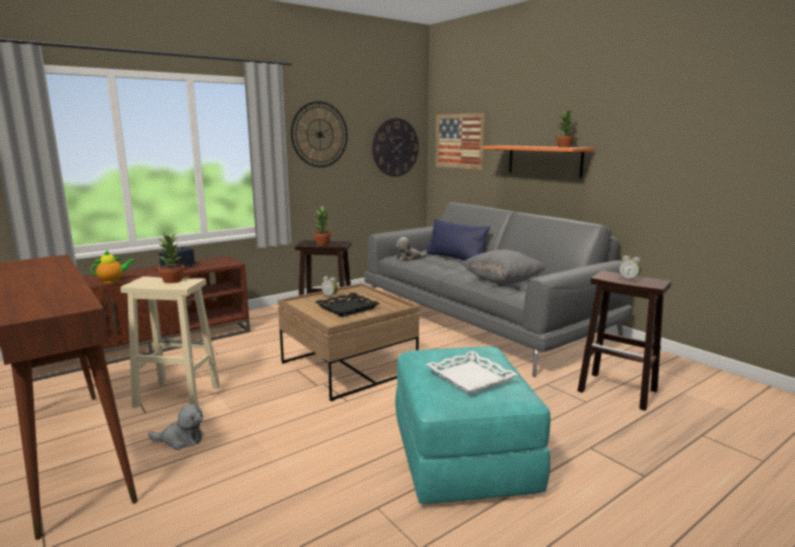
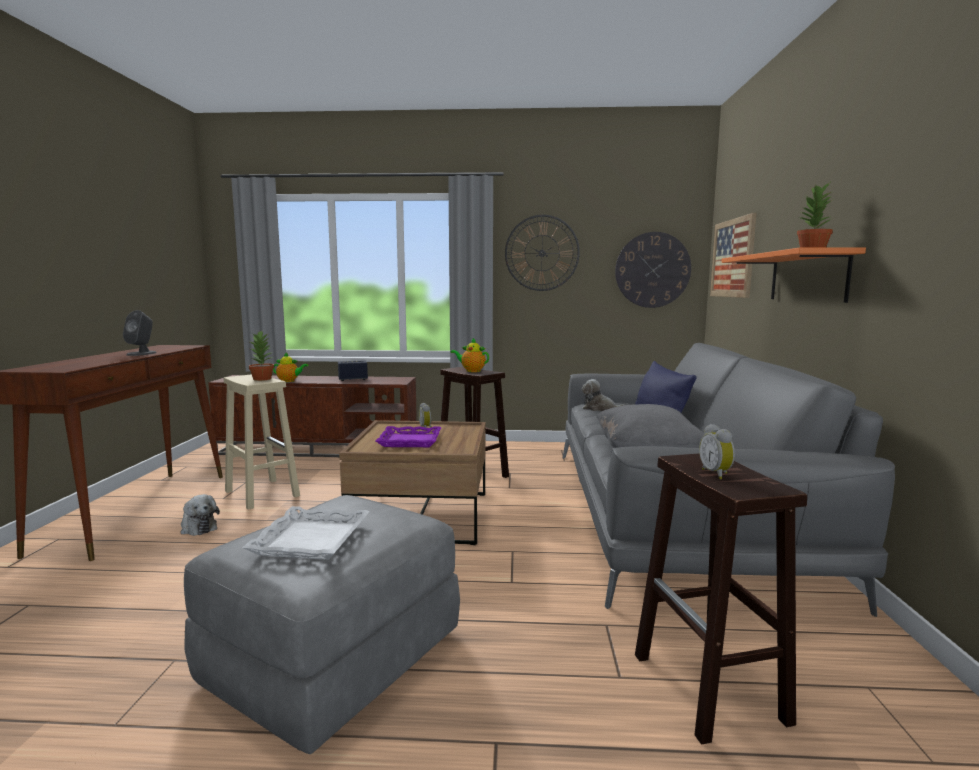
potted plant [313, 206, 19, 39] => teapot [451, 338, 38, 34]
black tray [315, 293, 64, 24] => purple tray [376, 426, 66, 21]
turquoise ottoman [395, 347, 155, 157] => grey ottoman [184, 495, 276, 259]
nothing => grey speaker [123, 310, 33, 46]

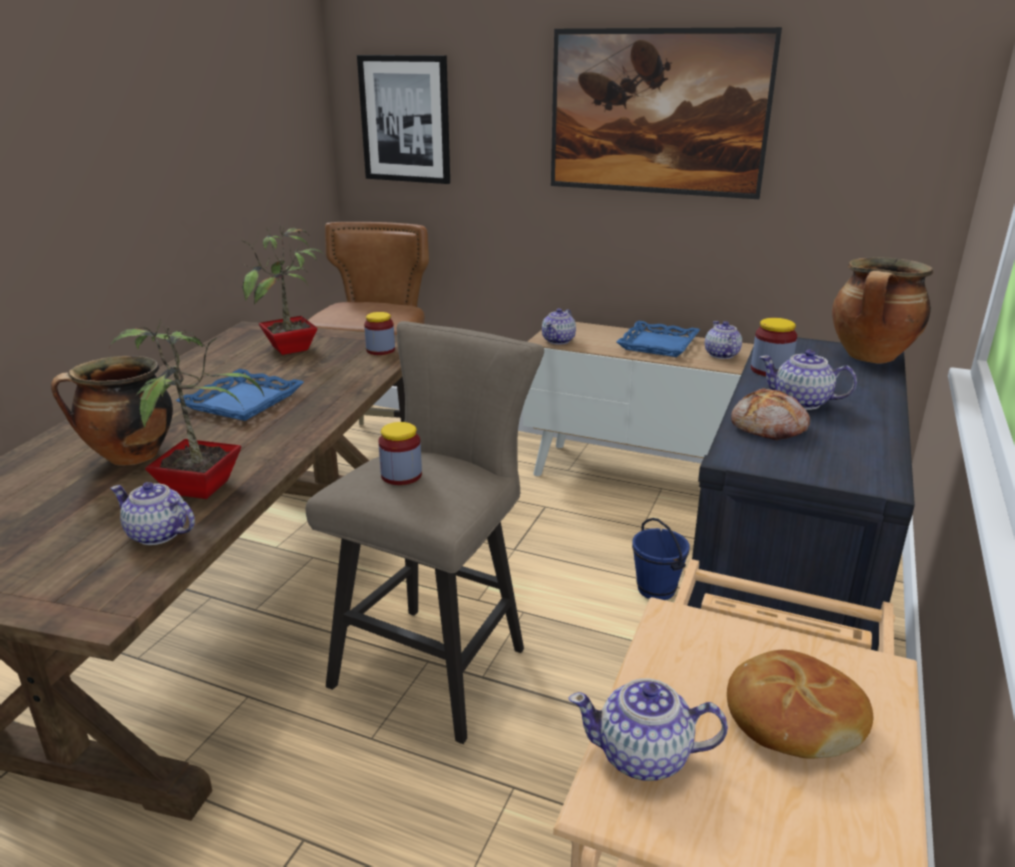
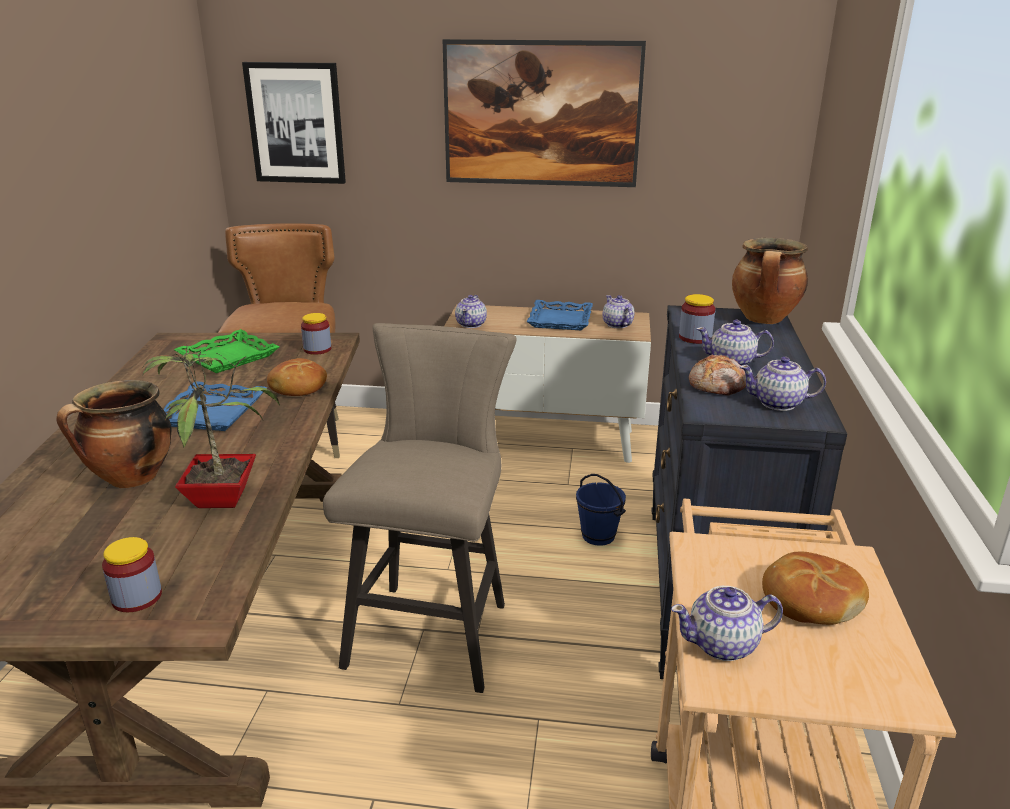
potted plant [241, 224, 84, 131] => green tray [174, 329, 106, 44]
jar [378, 422, 44, 63] => jar [102, 537, 60, 75], shifted
teapot [110, 482, 85, 63] => teapot [740, 357, 86, 54], shifted
nothing => bread [267, 358, 60, 38]

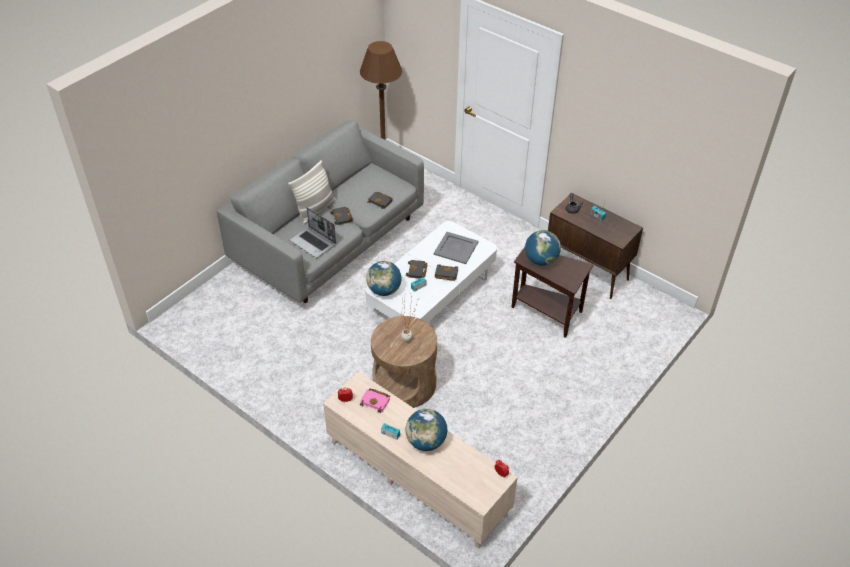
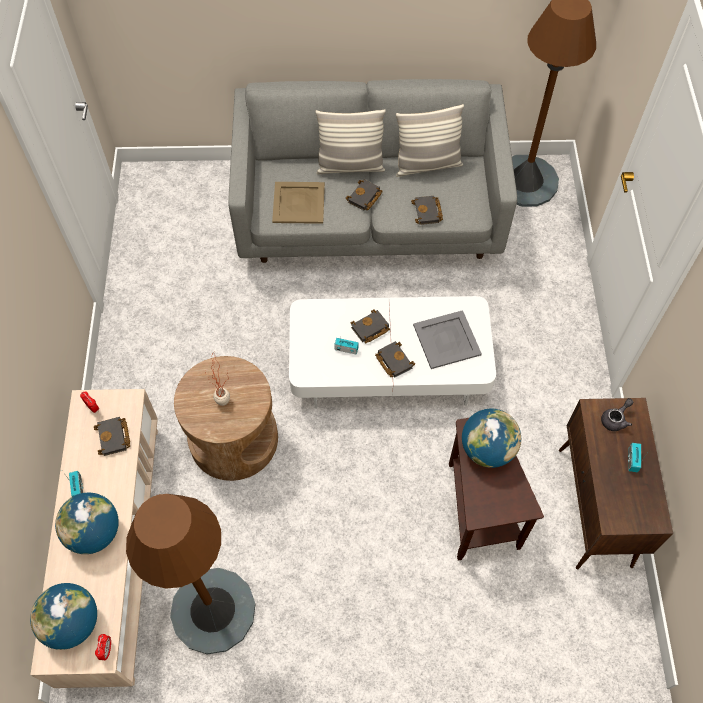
laptop [290, 207, 46, 51] => beige tray [272, 182, 53, 42]
globe [366, 261, 36, 35] => globe [30, 583, 67, 67], shifted
pink book [360, 388, 30, 25] => black book [94, 417, 36, 39]
nothing => pillow [396, 104, 68, 73]
nothing => brown floor lamp [126, 494, 129, 161]

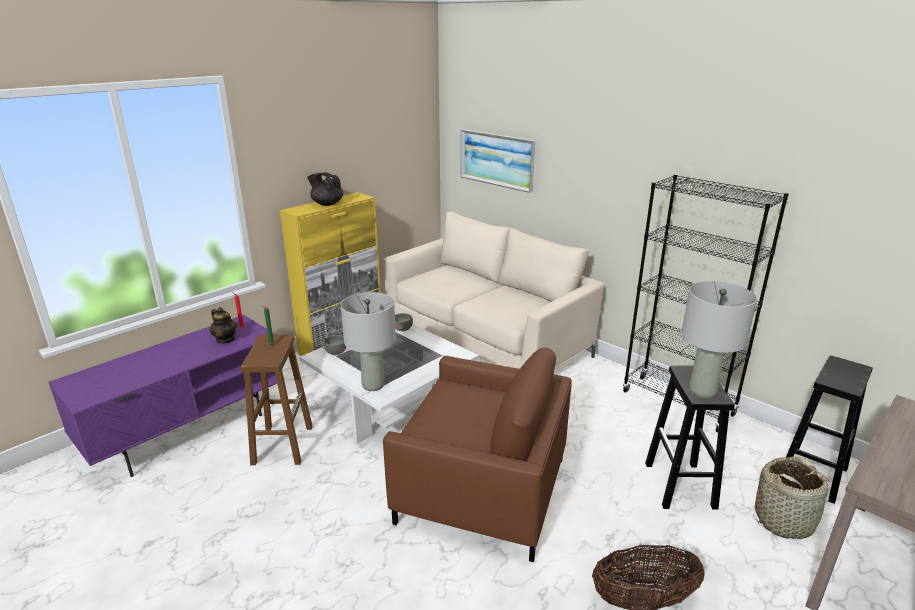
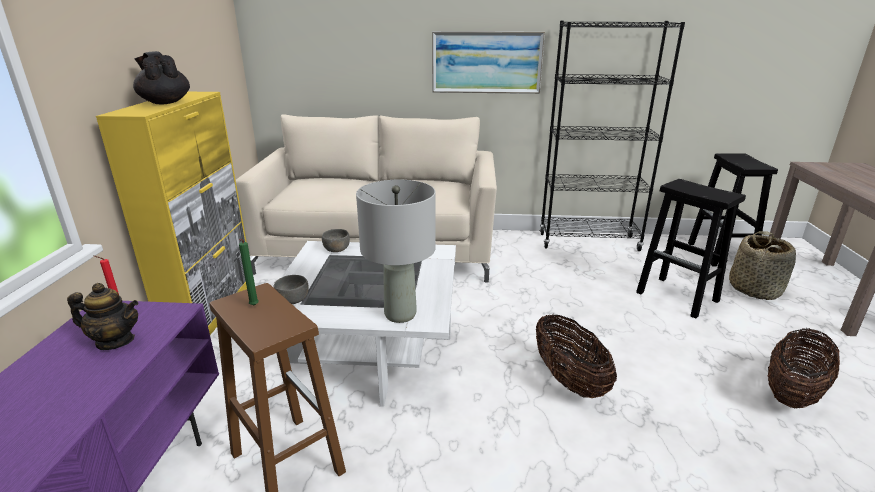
picture [461, 129, 74, 64] => picture [432, 31, 113, 63], shifted
black teapot [307, 172, 36, 34] => black teapot [133, 51, 57, 53], 60 degrees clockwise
grey table lamp [681, 281, 76, 117] => nothing
brown armchair [383, 347, 189, 215] => basket [536, 314, 81, 84]

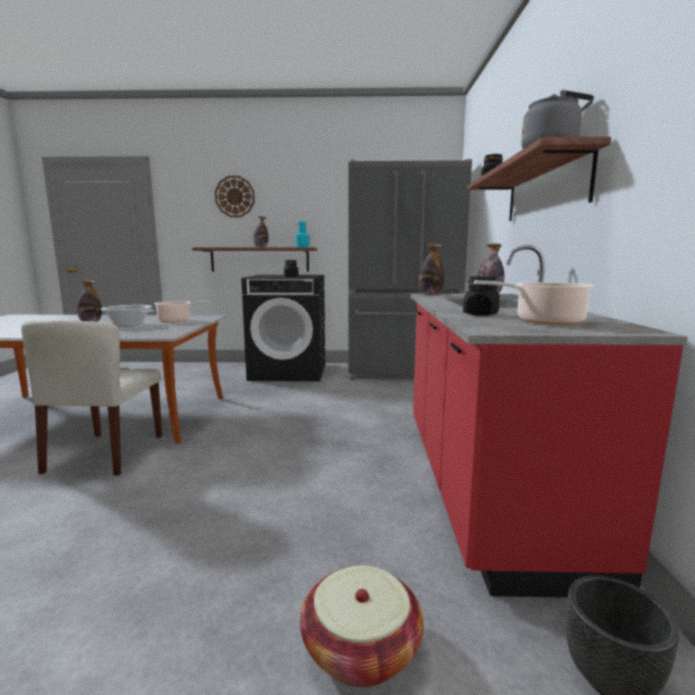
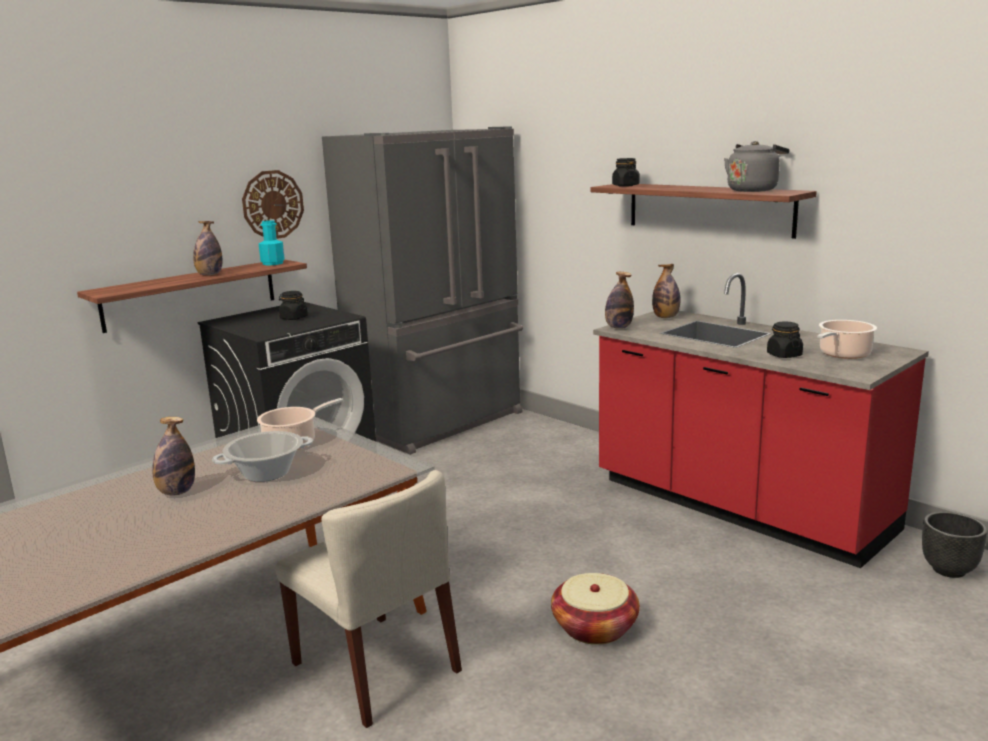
wall clock [215, 176, 40, 41] => wall clock [242, 170, 62, 69], shifted
basket [300, 565, 123, 122] => basket [551, 573, 89, 72], shifted

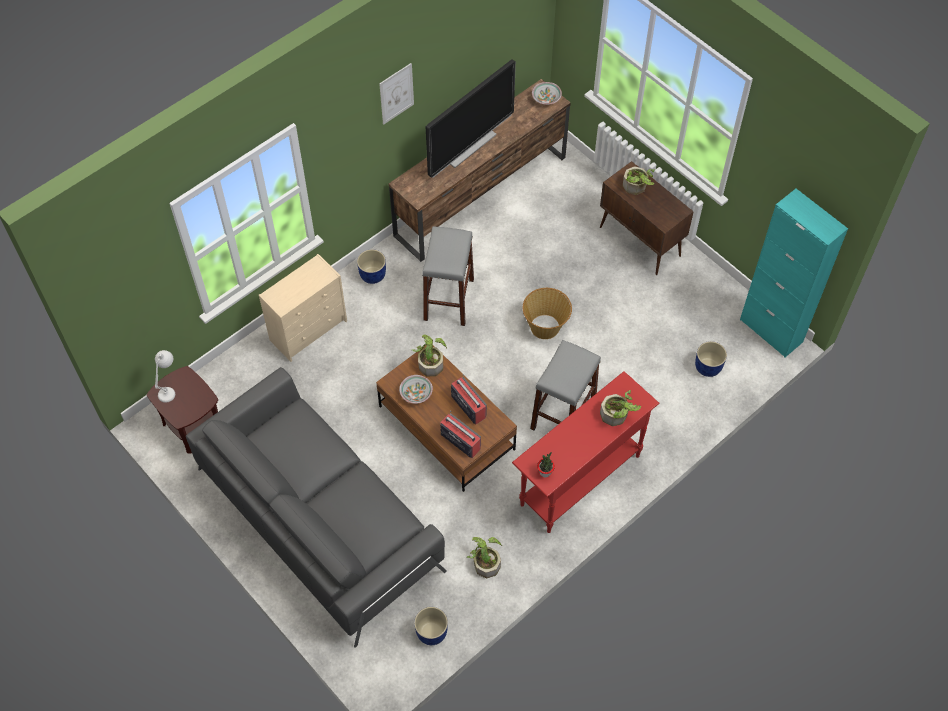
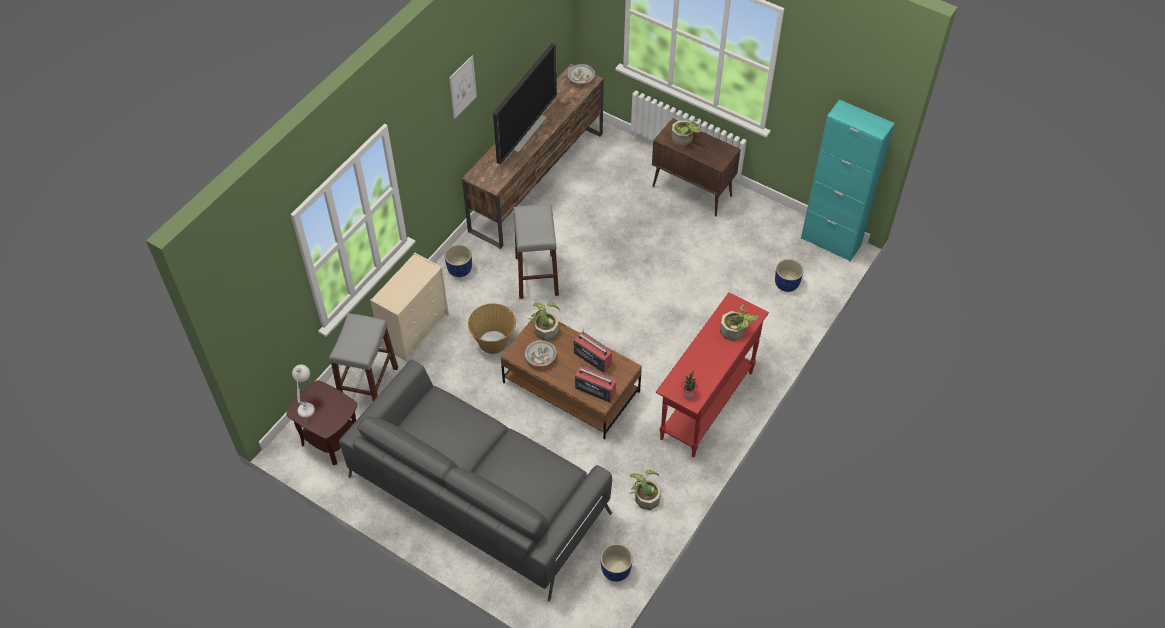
basket [523, 288, 49, 51] => basket [468, 304, 48, 50], shifted
grey stool [530, 340, 71, 90] => grey stool [329, 313, 69, 88], shifted

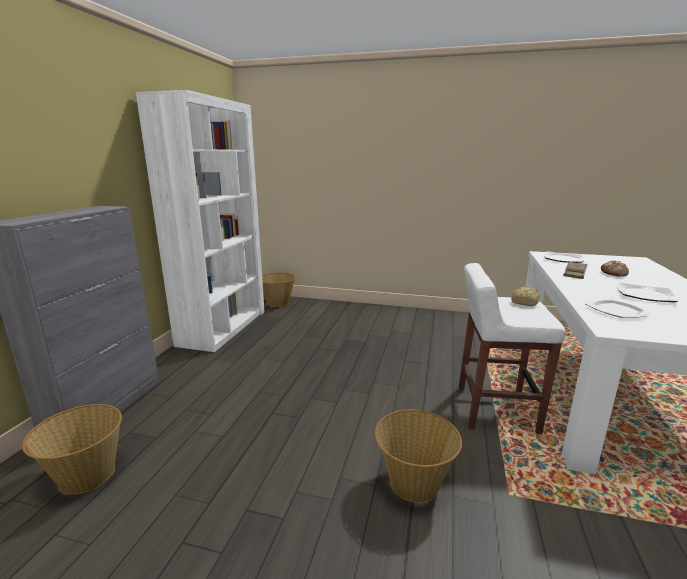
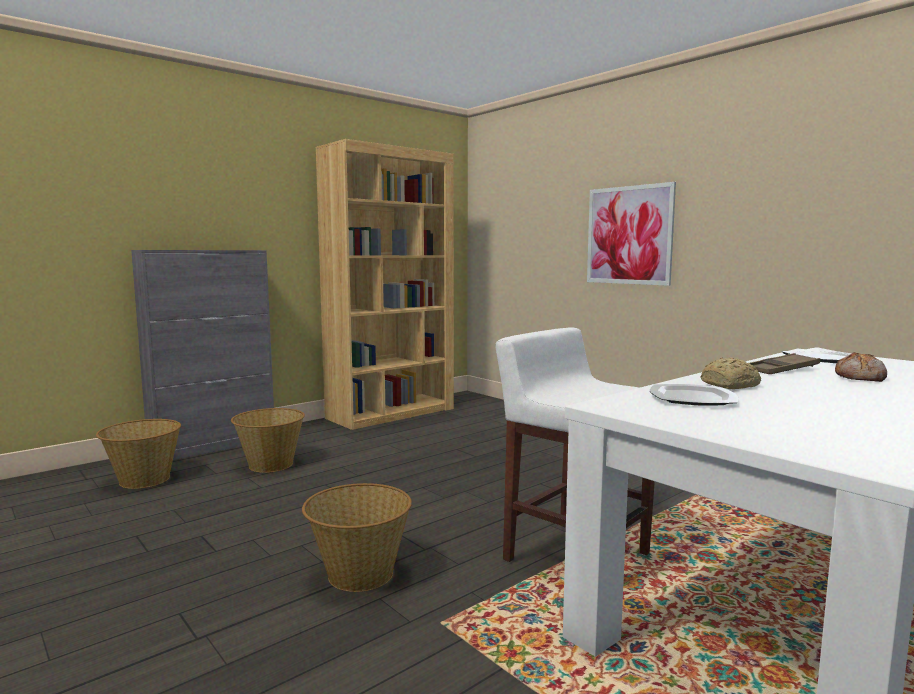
white bookcase [136, 90, 129, 262] => brown bookcase [316, 139, 138, 291]
basket [262, 273, 33, 34] => basket [231, 408, 74, 65], shifted
plate [618, 282, 60, 20] => nothing
bread [512, 286, 28, 20] => bread [701, 358, 60, 31], shifted
nothing => picture [587, 182, 89, 104]

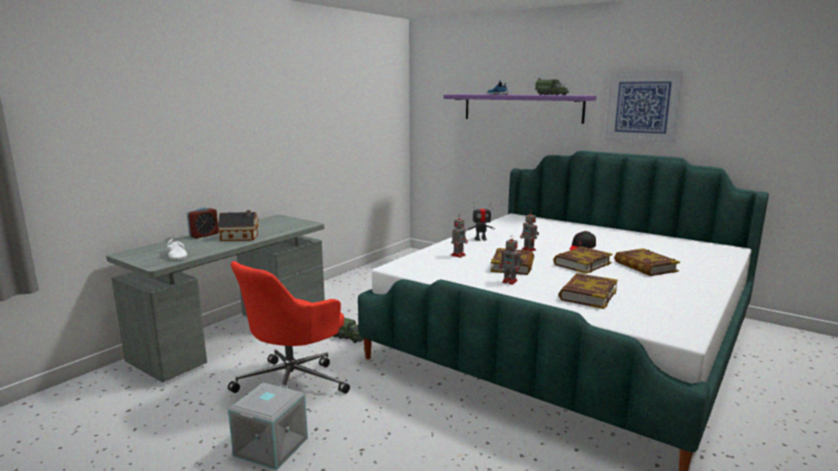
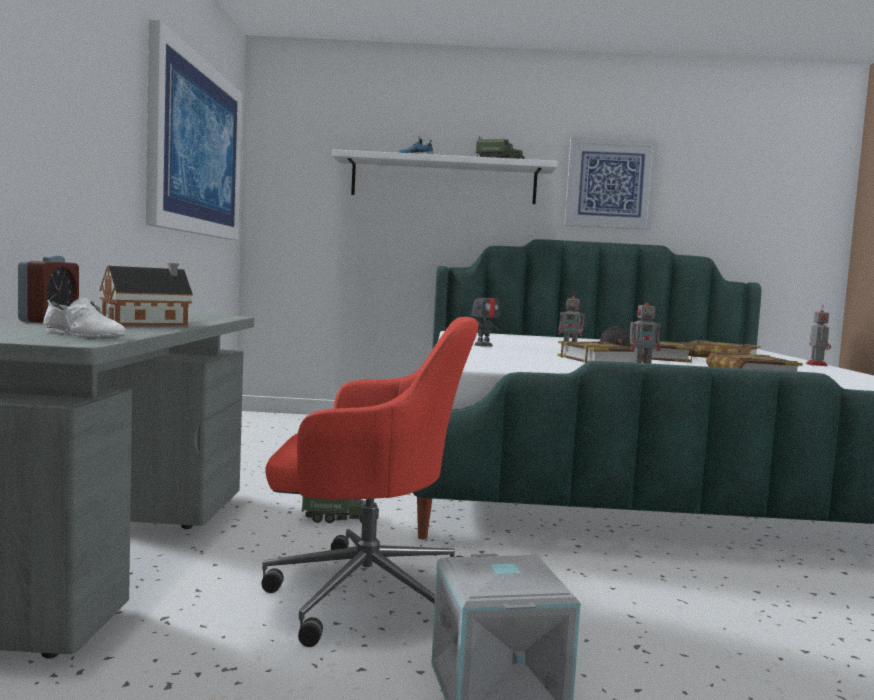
purple shelf [443, 94, 153, 30] => white shelf [332, 149, 226, 55]
toy robot [451, 214, 17, 44] => toy robot [806, 305, 25, 61], shifted
red office chair [228, 261, 122, 133] => red office chair [261, 317, 218, 330], 90 degrees counterclockwise
nothing => picture [146, 20, 96, 220]

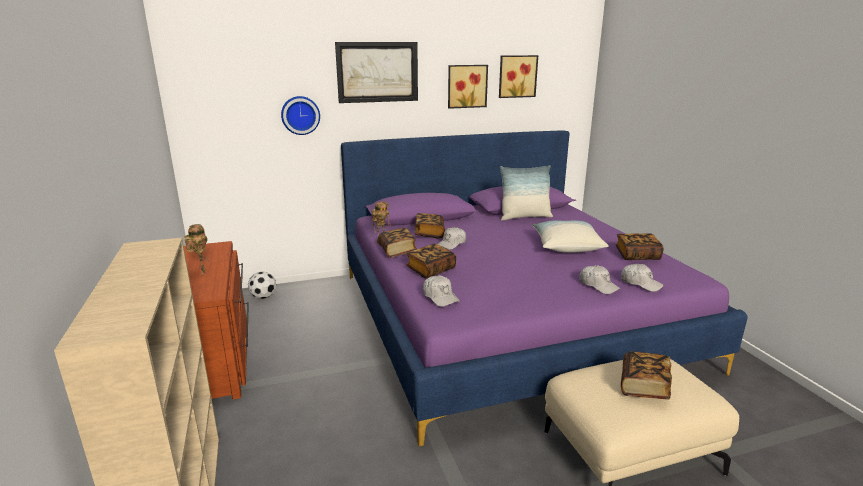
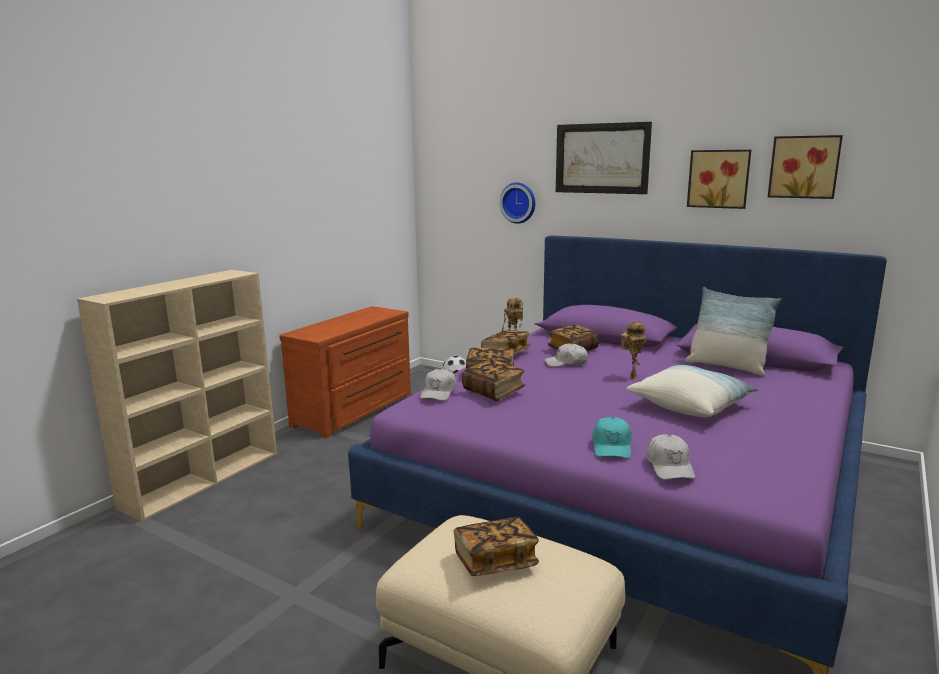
toy robot [184, 224, 24, 51] => toy robot [621, 322, 25, 57], shifted
book [615, 233, 49, 27] => book [462, 359, 63, 42], shifted
white cap [580, 265, 40, 29] => turquoise cap [592, 417, 40, 41]

